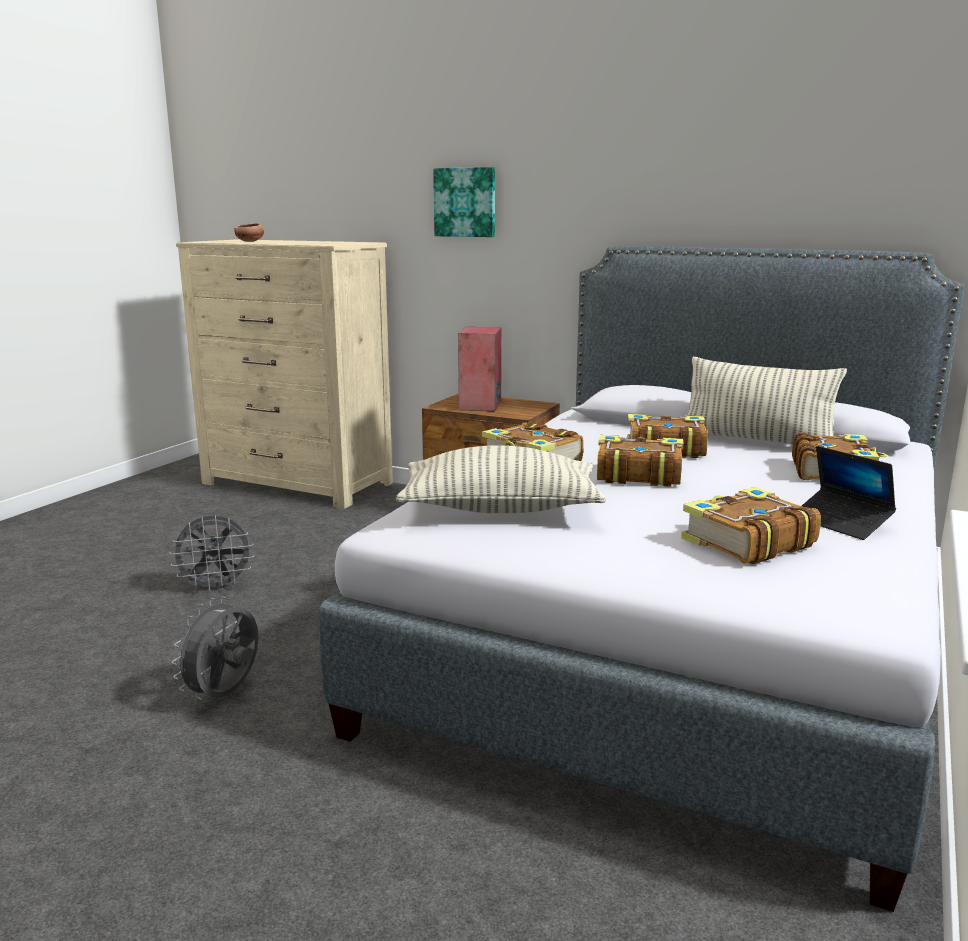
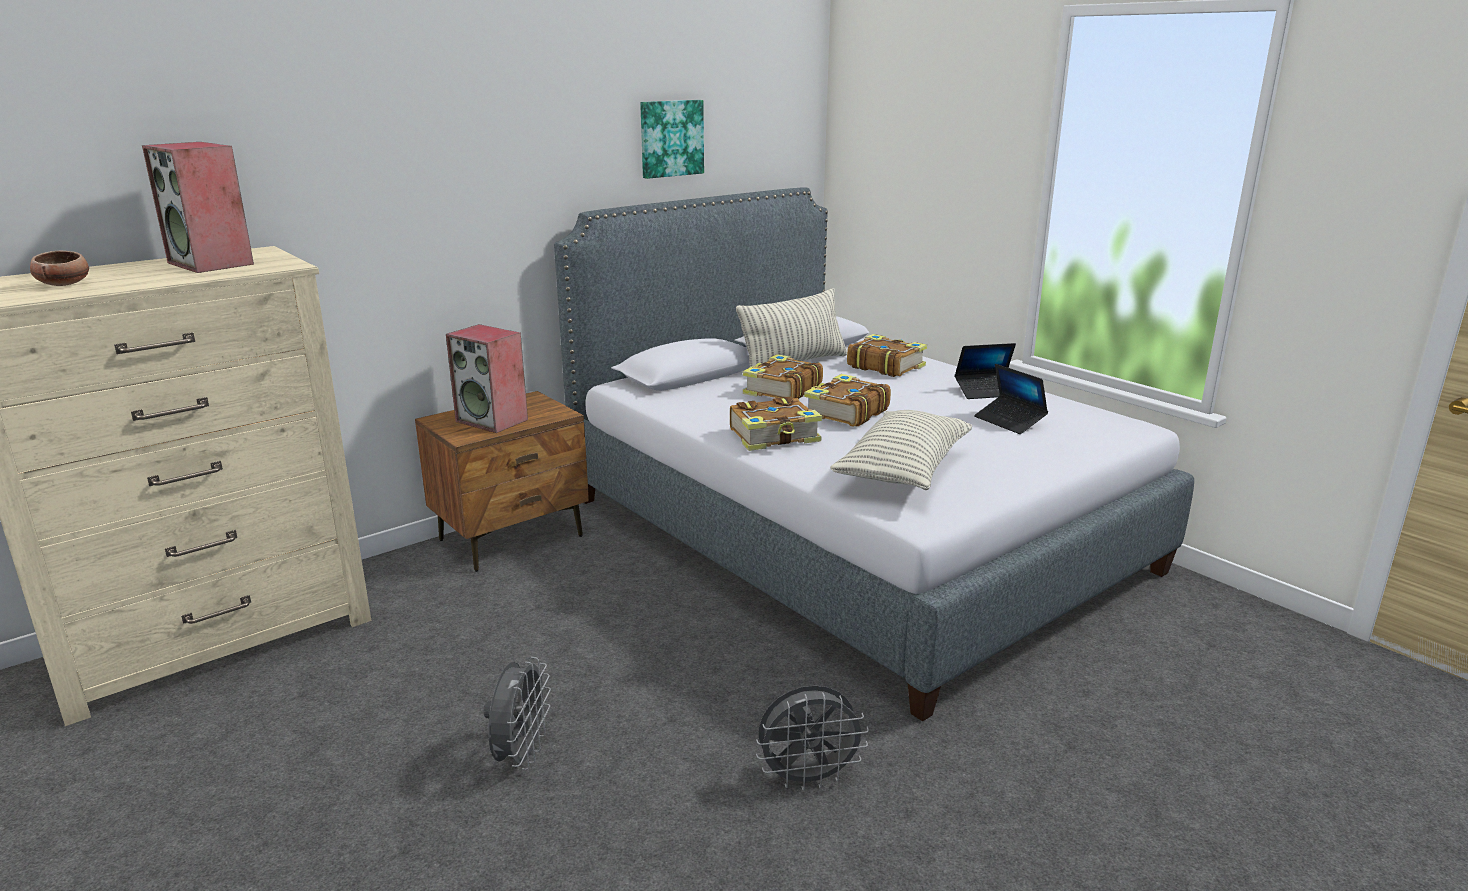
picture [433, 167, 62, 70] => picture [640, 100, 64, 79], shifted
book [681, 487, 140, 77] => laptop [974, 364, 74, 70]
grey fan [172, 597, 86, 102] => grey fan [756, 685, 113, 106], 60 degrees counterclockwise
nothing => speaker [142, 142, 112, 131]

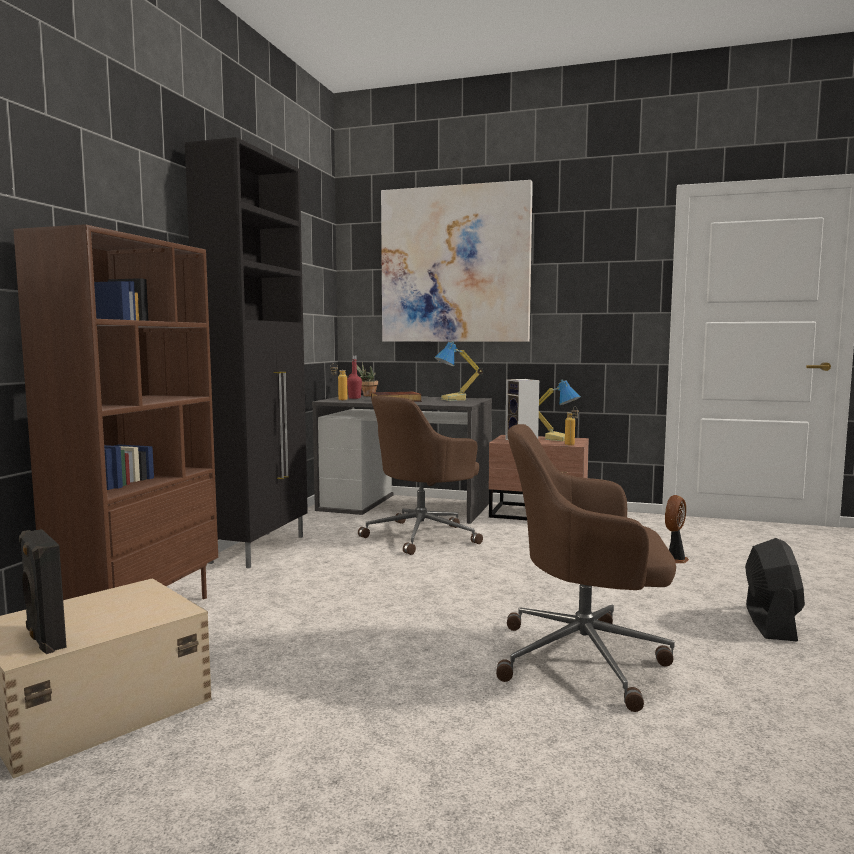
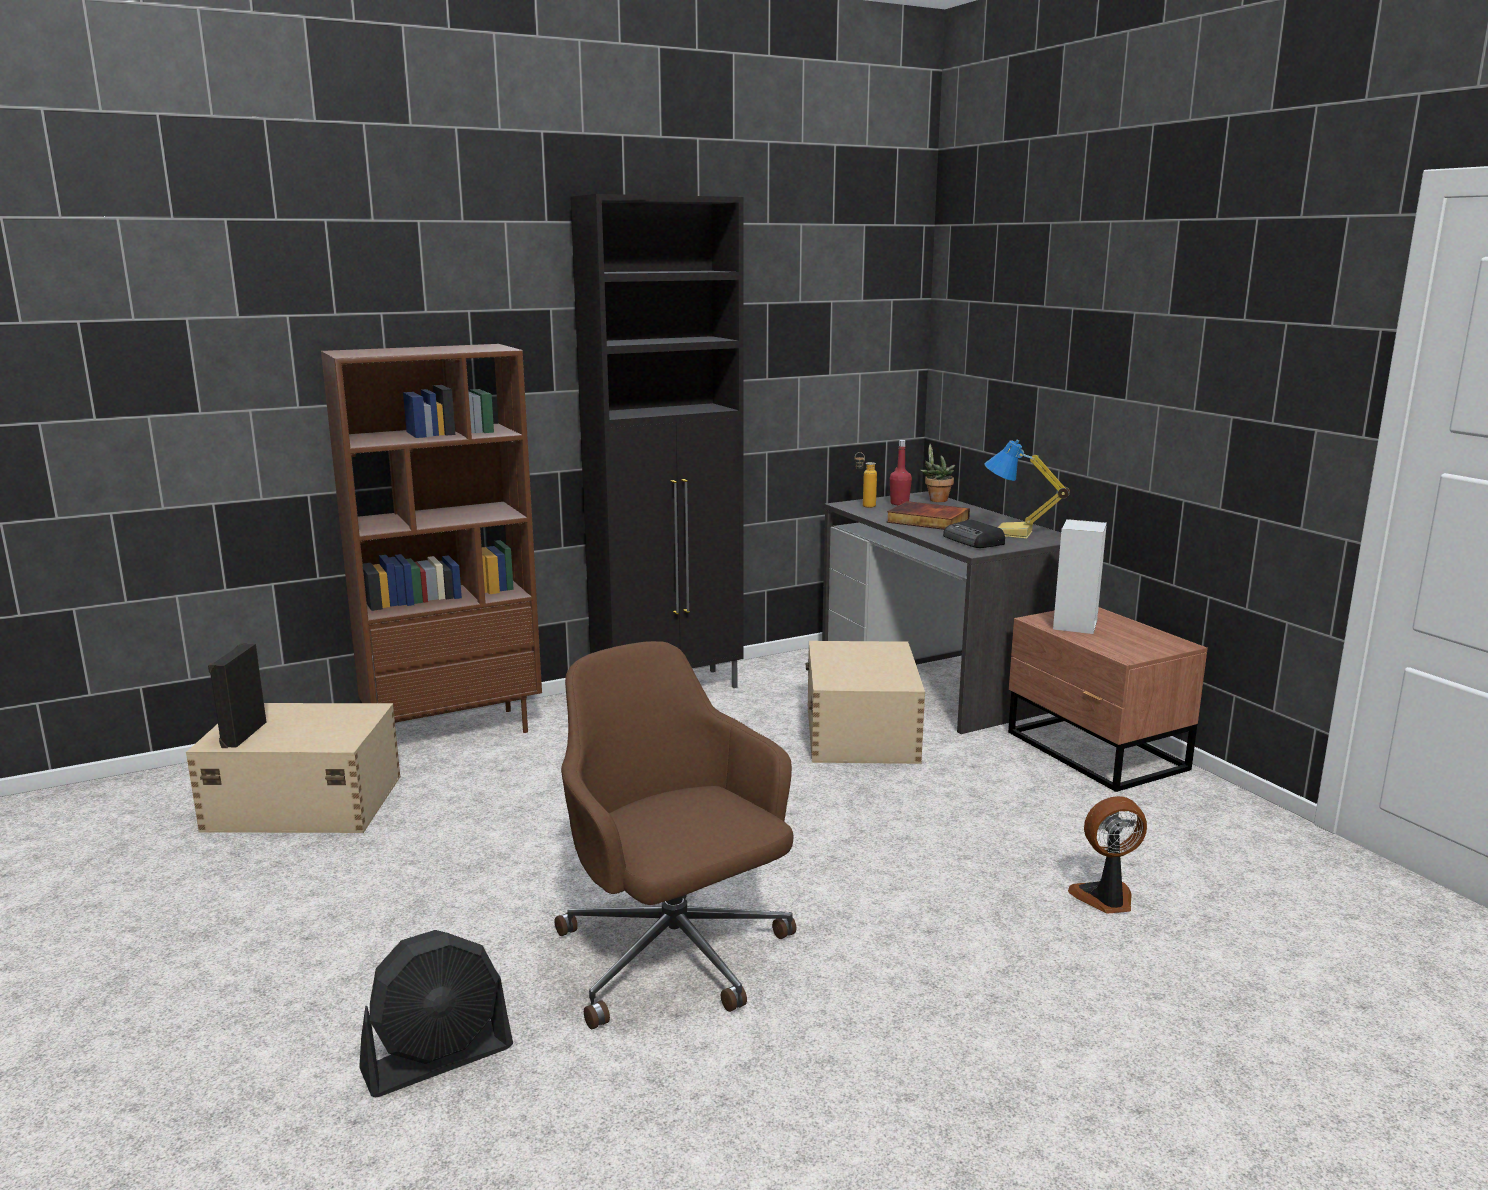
picture [381, 180, 152, 162] => nothing
table lamp [539, 379, 42, 62] => nothing
brown office chair [358, 396, 125, 159] => beige storage box [806, 641, 119, 123]
bottle [565, 406, 14, 39] => nothing
black fan [745, 538, 60, 103] => black fan [359, 930, 154, 167], shifted
nothing => radio [943, 520, 62, 28]

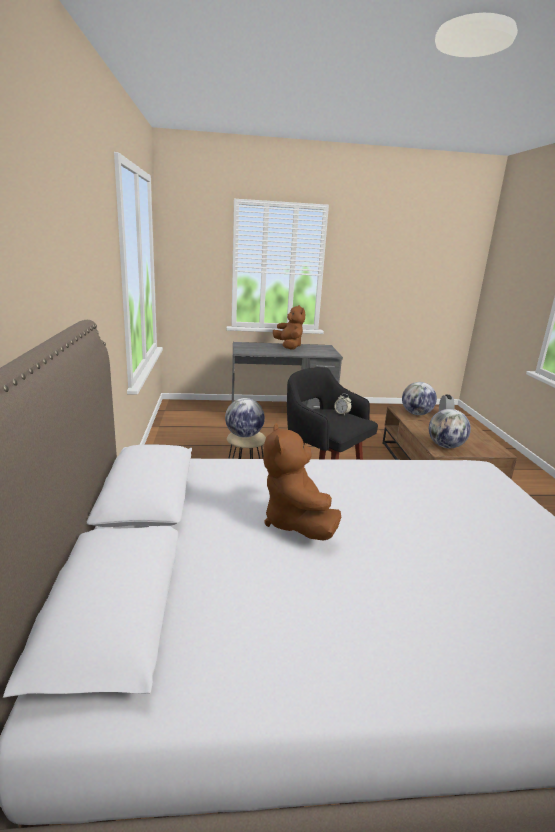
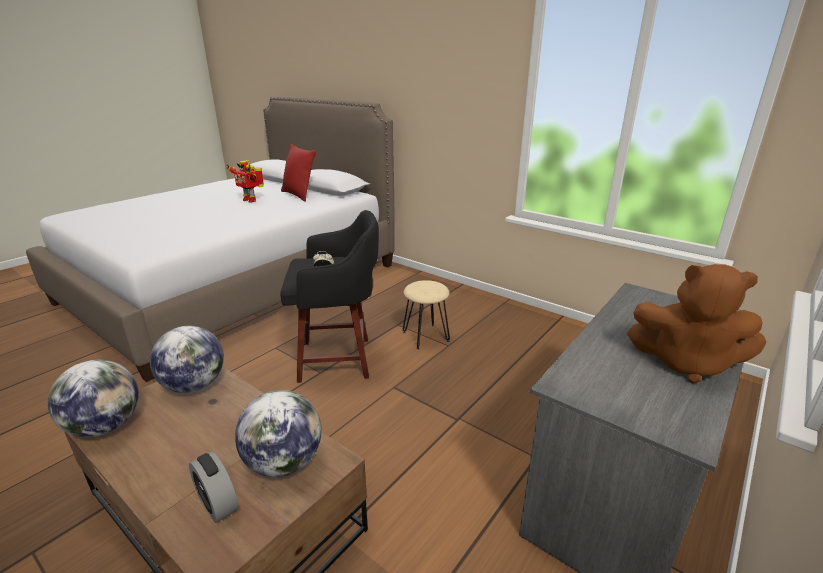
globe [225, 398, 40, 40] => globe [48, 360, 91, 77], shifted
brown plush toy [263, 423, 78, 118] => toy robot [227, 160, 37, 43]
nothing => red pillow [281, 144, 35, 58]

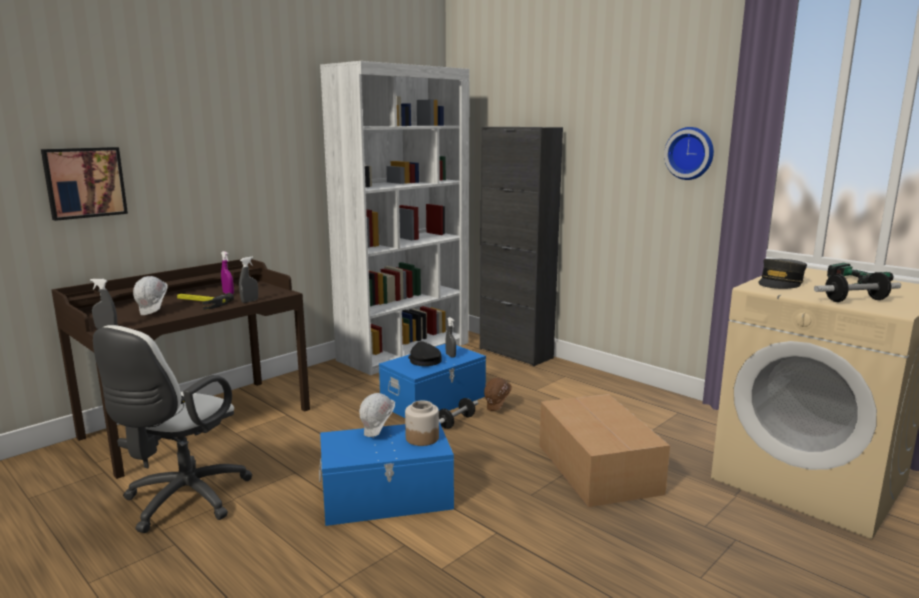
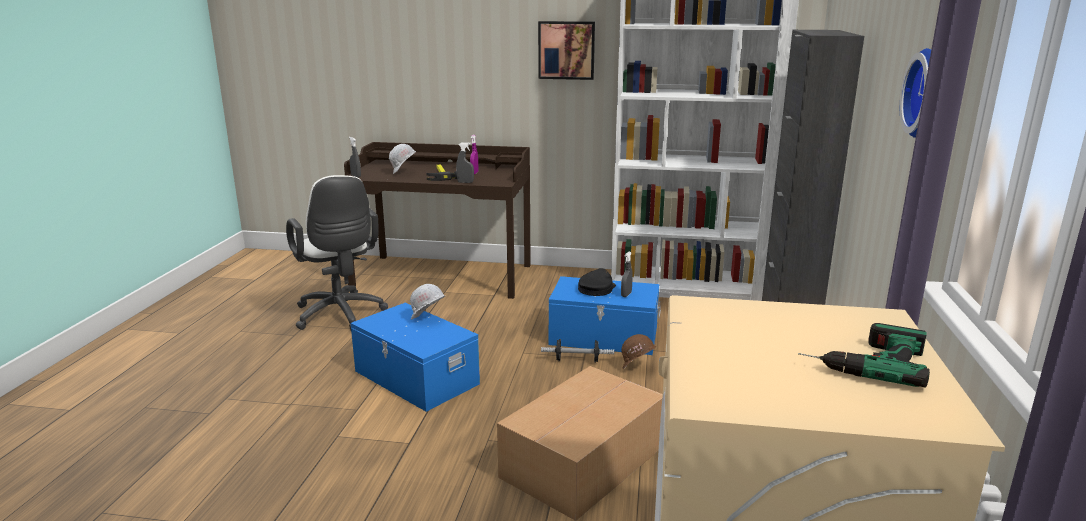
picture [41, 147, 87, 74] => picture [538, 21, 57, 59], shifted
grey cap [758, 259, 49, 30] => nothing
dumbbell [814, 272, 87, 30] => nothing
white office chair [93, 325, 160, 208] => white office chair [286, 175, 102, 155], 105 degrees counterclockwise
jar [405, 400, 34, 46] => nothing

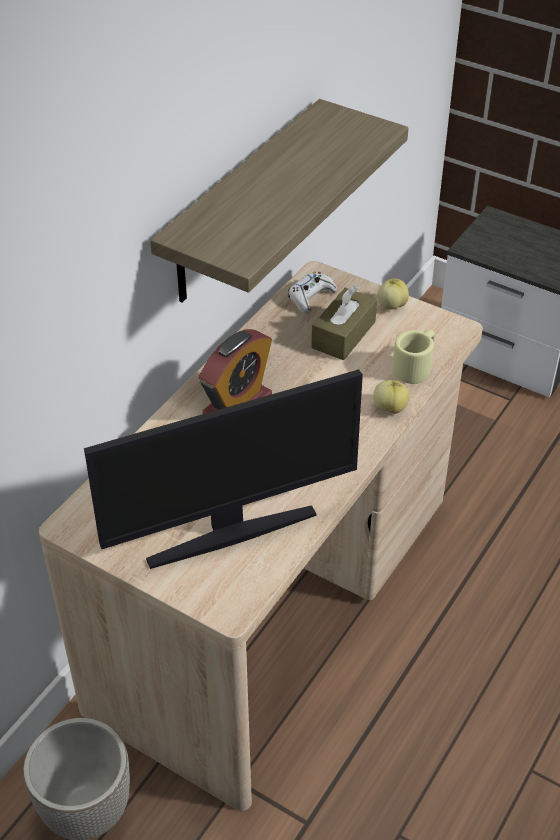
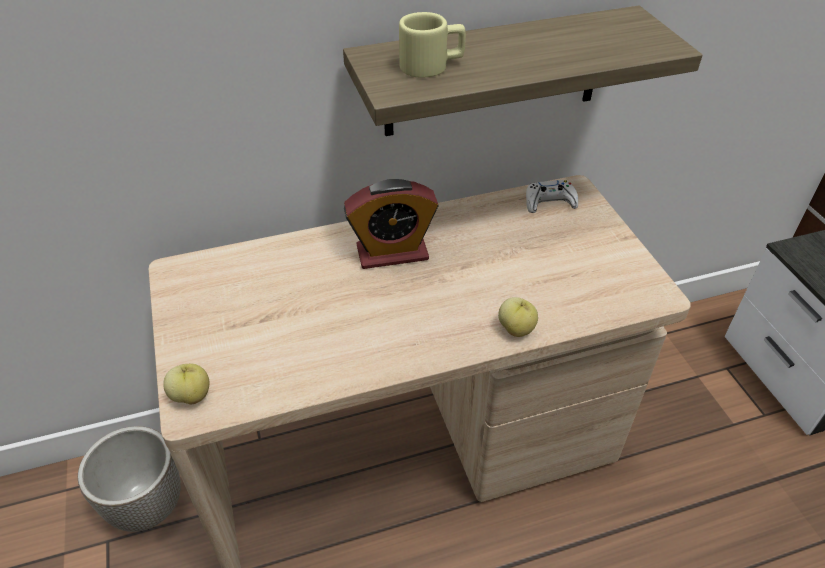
apple [377, 279, 32, 31] => apple [163, 364, 46, 40], shifted
brown tissue box [311, 285, 66, 75] => nothing
beige mug [392, 329, 43, 55] => beige mug [399, 12, 67, 65], shifted
monitor [84, 369, 279, 200] => nothing

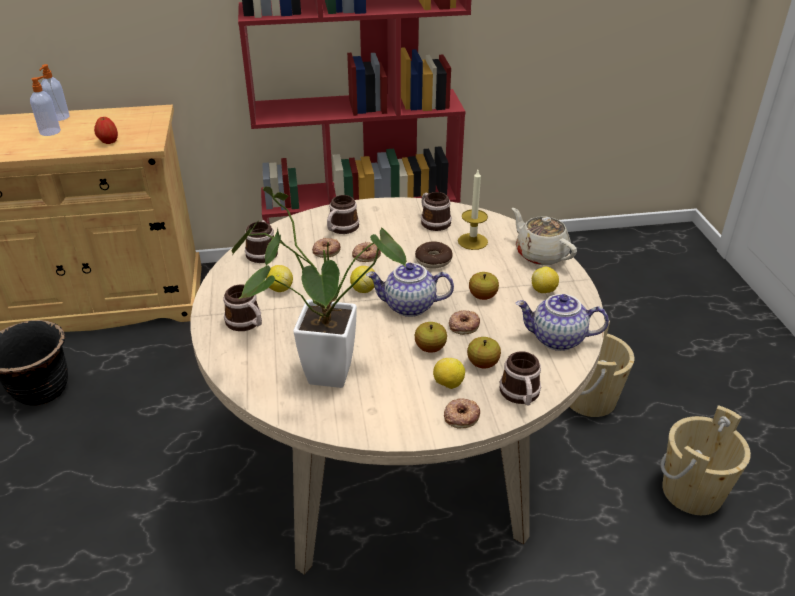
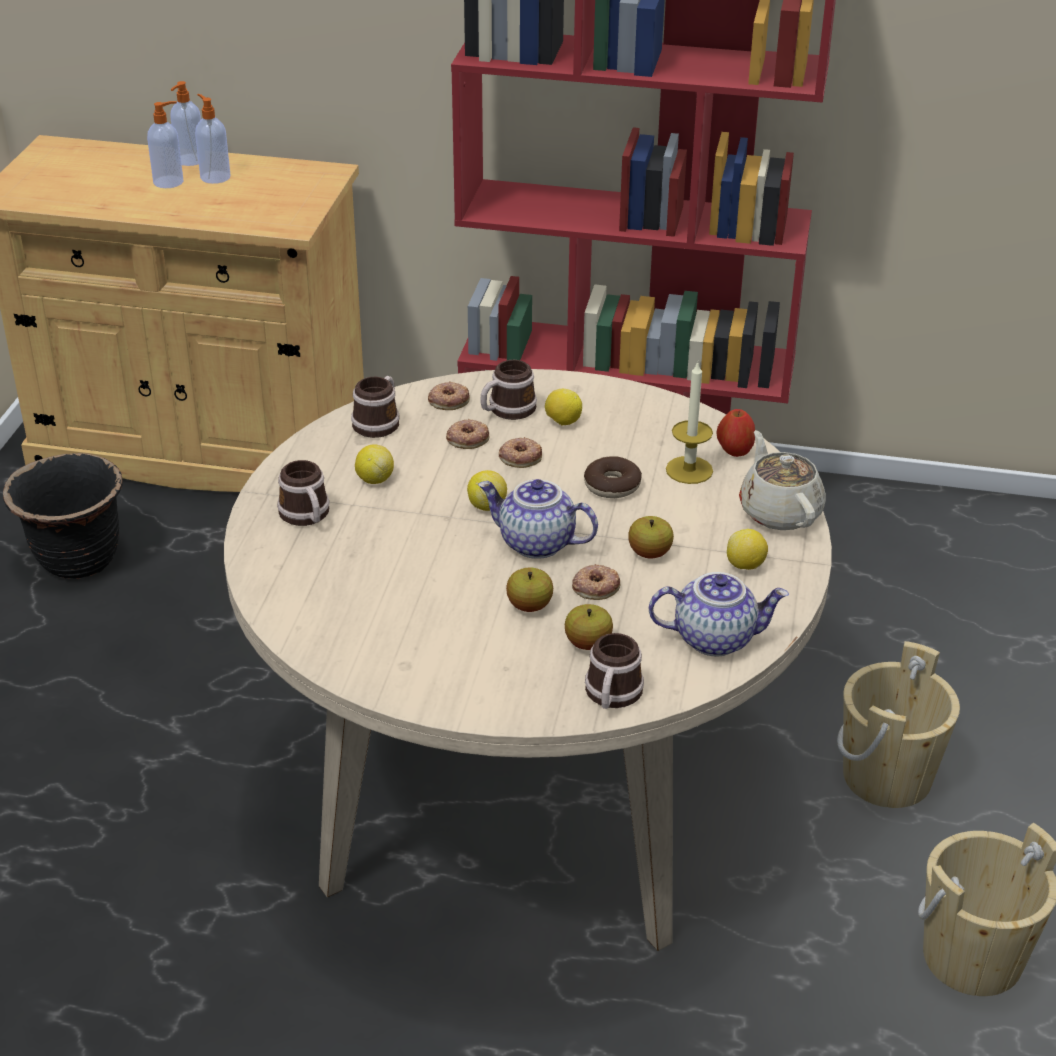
apple [94, 117, 24, 27] => apple [717, 409, 38, 48], shifted
potted plant [232, 186, 175, 202] => nothing
mug [421, 192, 31, 39] => nothing
teapot [516, 294, 93, 57] => teapot [649, 572, 140, 84], 150 degrees clockwise
lemon [433, 358, 32, 31] => lemon [545, 389, 37, 36], shifted
donut [444, 398, 36, 31] => donut [428, 381, 42, 29], shifted
nothing => soap dispenser [195, 94, 35, 90]

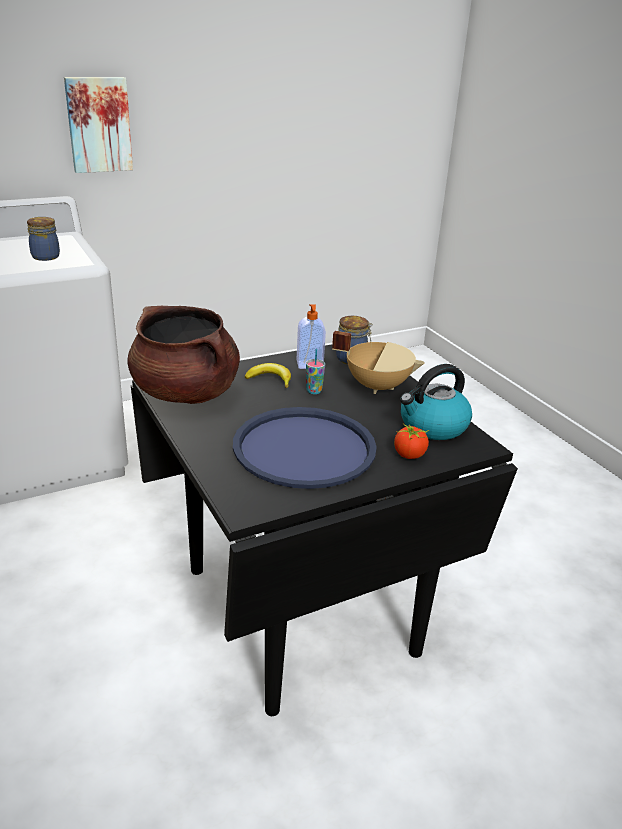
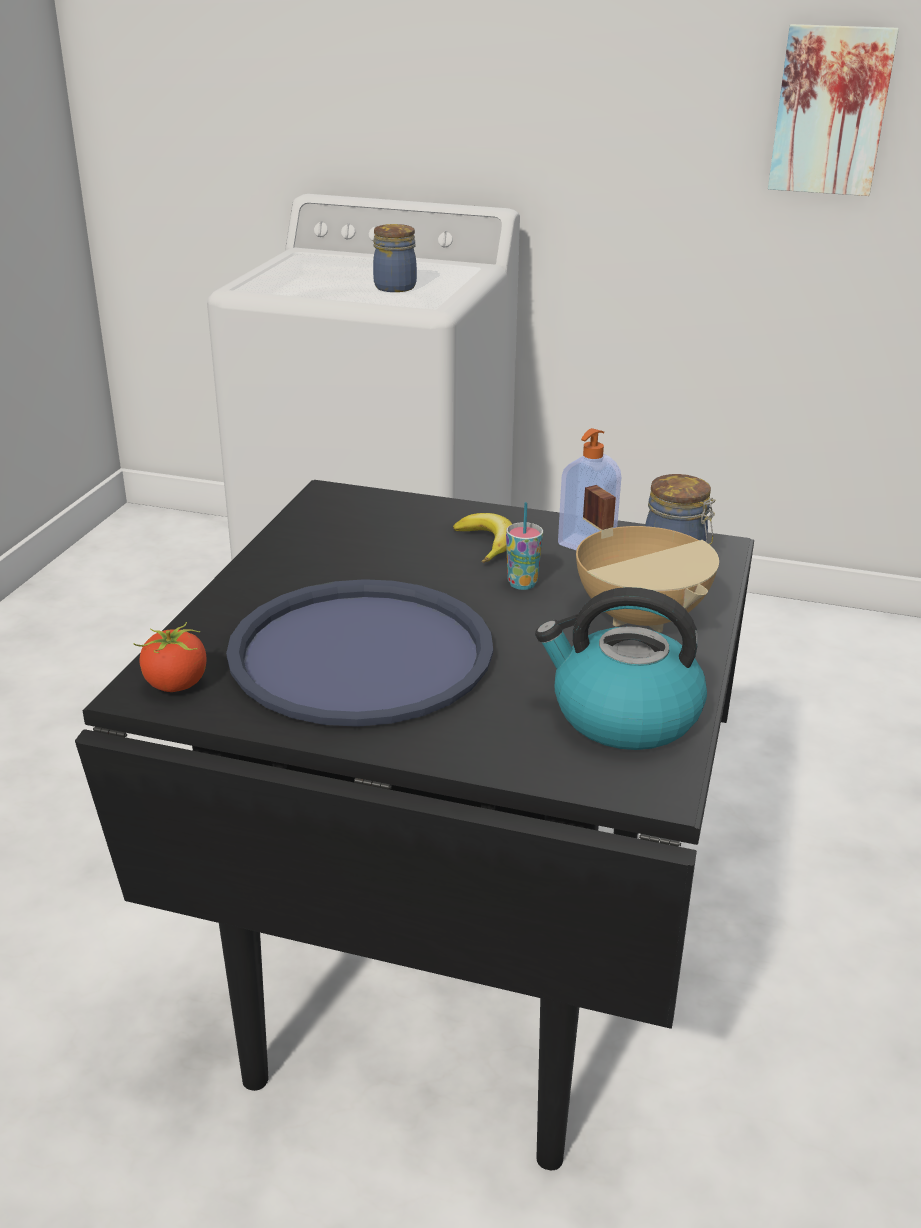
picture [64, 77, 69, 96] => picture [768, 24, 131, 172], shifted
brown cooking pot [127, 306, 113, 98] => nothing
tomato [394, 423, 35, 36] => tomato [134, 622, 72, 70], shifted

